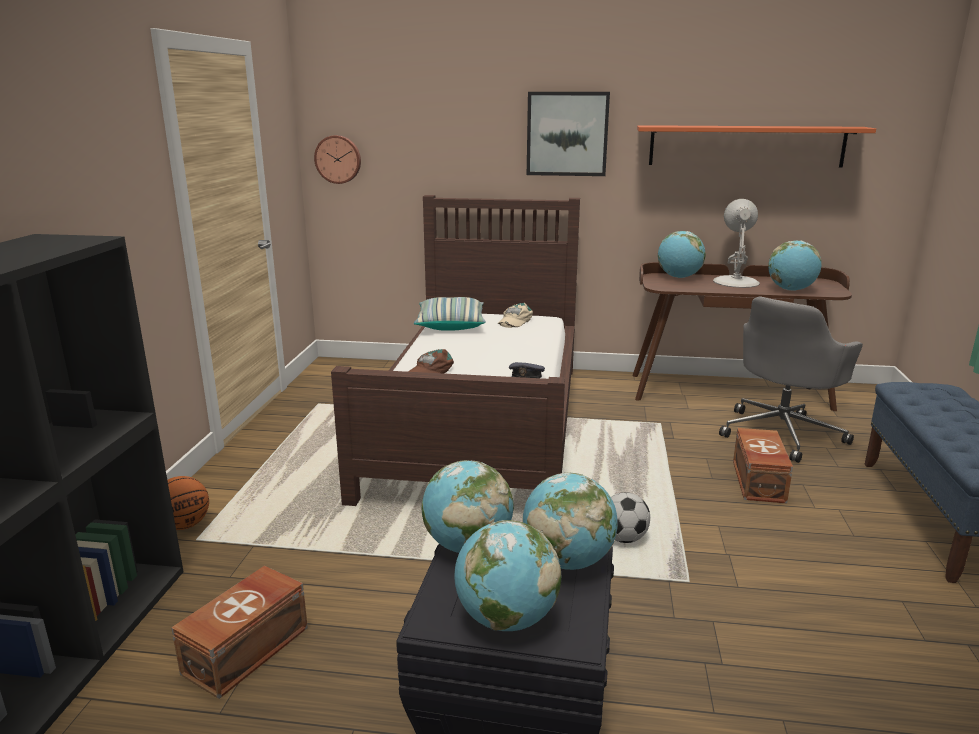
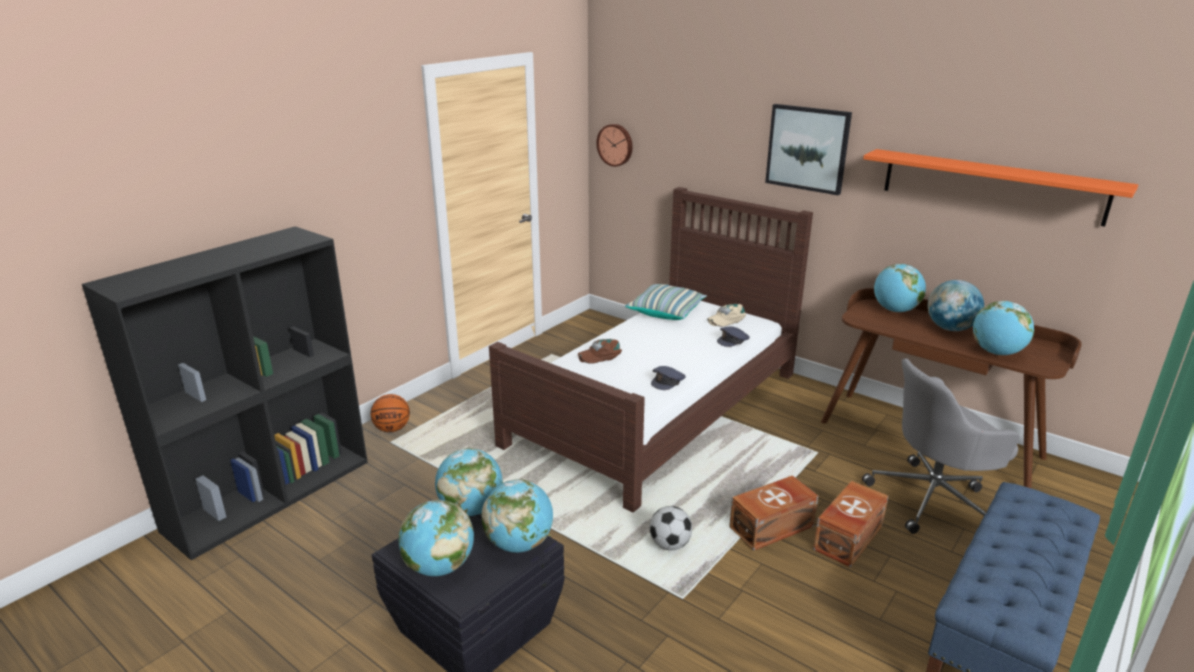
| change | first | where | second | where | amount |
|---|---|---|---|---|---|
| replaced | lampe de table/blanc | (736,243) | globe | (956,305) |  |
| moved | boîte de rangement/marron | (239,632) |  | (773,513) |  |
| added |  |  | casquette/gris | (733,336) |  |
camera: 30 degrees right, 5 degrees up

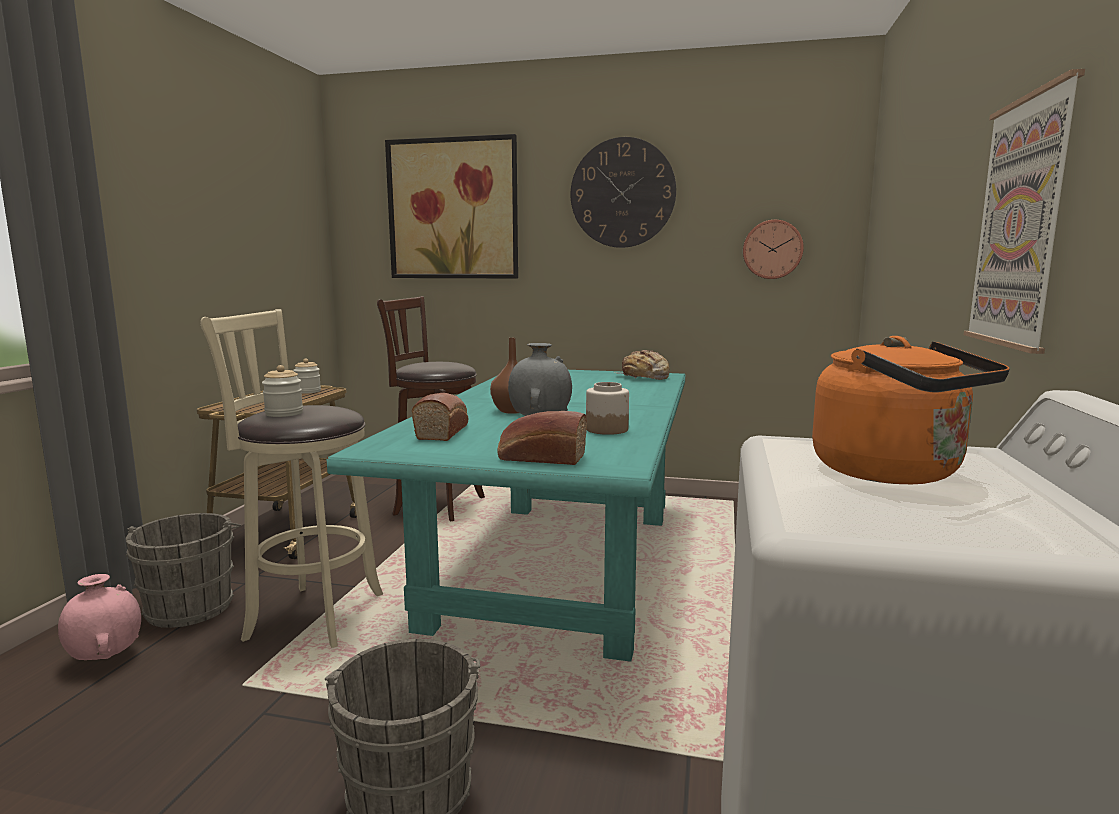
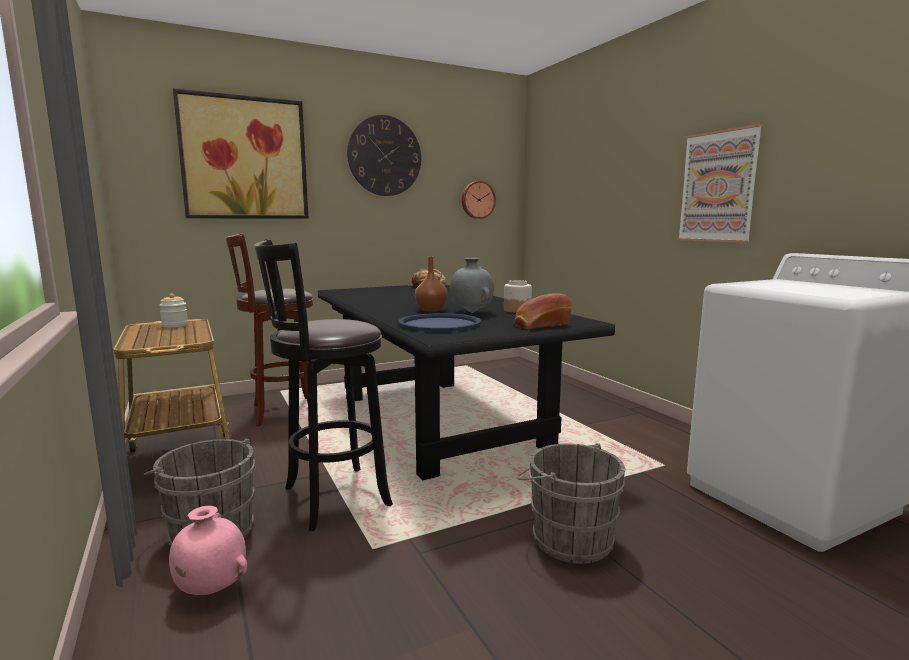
| change | first | where | second | where | amount |
|---|---|---|---|---|---|
| recoloured | tabouret/beige | (291,478) | tabouret/noir | (323,385) |  |
| removed | bouilloire/orange | (911,410) |  |  |  |
| removed | bocal | (282,391) |  |  |  |
| recoloured | table à manger/turquoise | (506,516) | table à manger/noir | (466,382) |  |
| replaced | pain | (440,417) | plateau/bleu | (439,322) |  |
camera: 40 degrees left, 0 degrees up

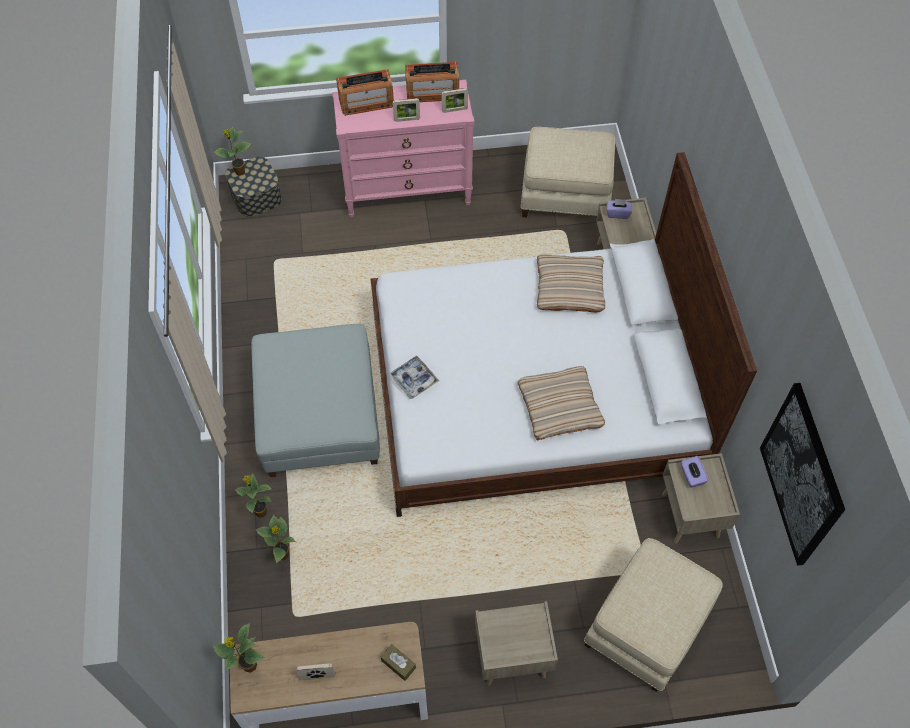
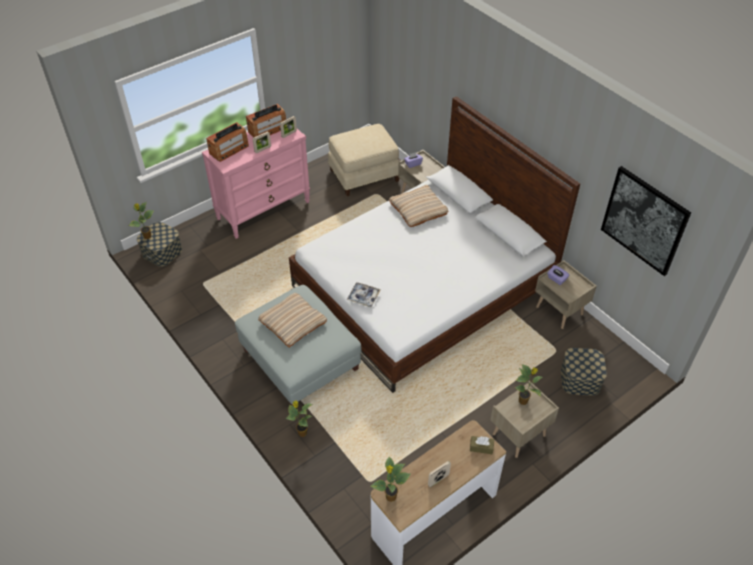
| change | first | where | second | where | amount |
|---|---|---|---|---|---|
| moved | coussin/beige | (561,403) |  | (292,320) |  |
| moved | plante en pot | (276,538) |  | (529,384) |  |
| replaced | pouf/beige | (653,615) | boîte de rangement | (584,372) |  |
camera: 30 degrees left, 10 degrees down

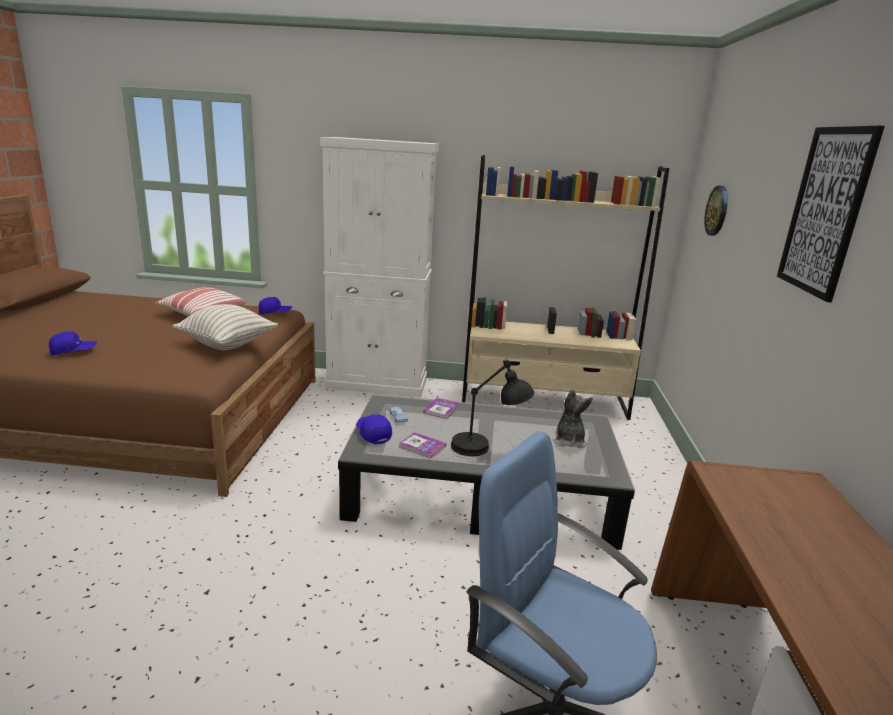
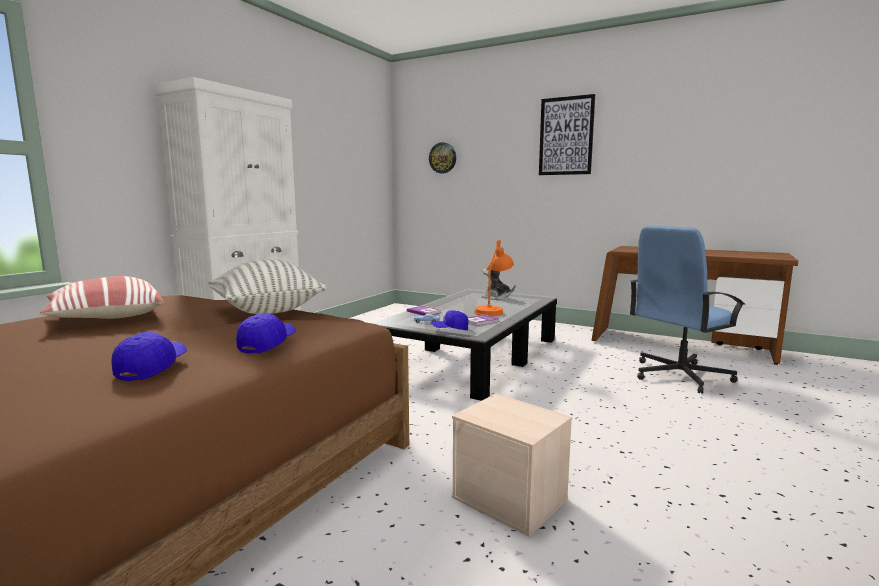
| change | first | where | second | where | amount |
|---|---|---|---|---|---|
| removed | bibliothèque/beige | (565,287) |  |  |  |
| moved | casquette/bleu | (276,305) |  | (266,333) |  |
| recoloured | lampe de table/noir | (492,408) | lampe de table/orange | (494,278) |  |
| added |  |  | boîte de rangement/beige | (512,465) |  |
camera: 65 degrees left, 10 degrees down

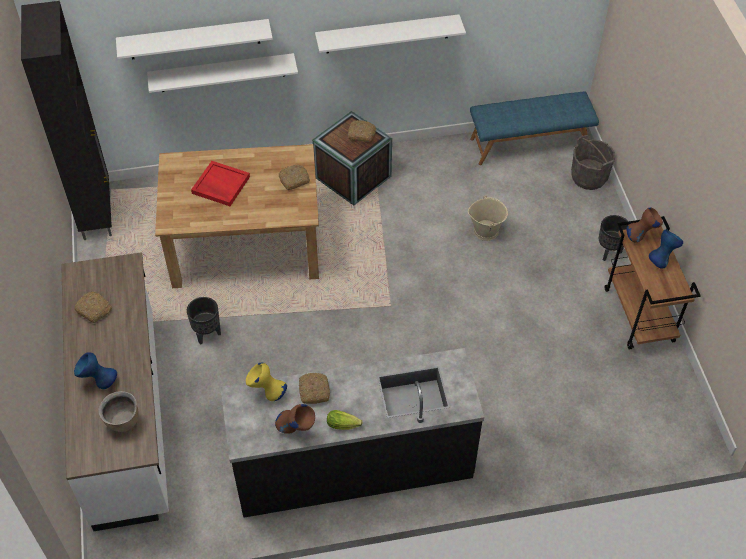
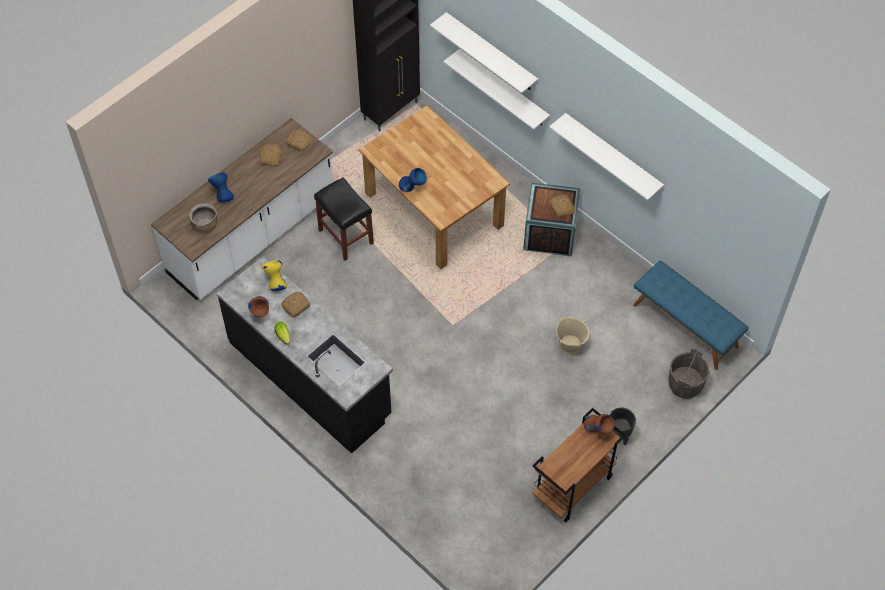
| change | first | where | second | where | amount |
|---|---|---|---|---|---|
| removed | plateau/rouge | (220,183) |  |  |  |
| moved | pain | (294,177) |  | (299,140) |  |
| moved | vase/bleu | (666,249) |  | (413,180) |  |
| replaced | cache-pot/noir | (204,321) | tabouret/noir | (344,219) |  |
camera: 55 degrees right, 5 degrees up

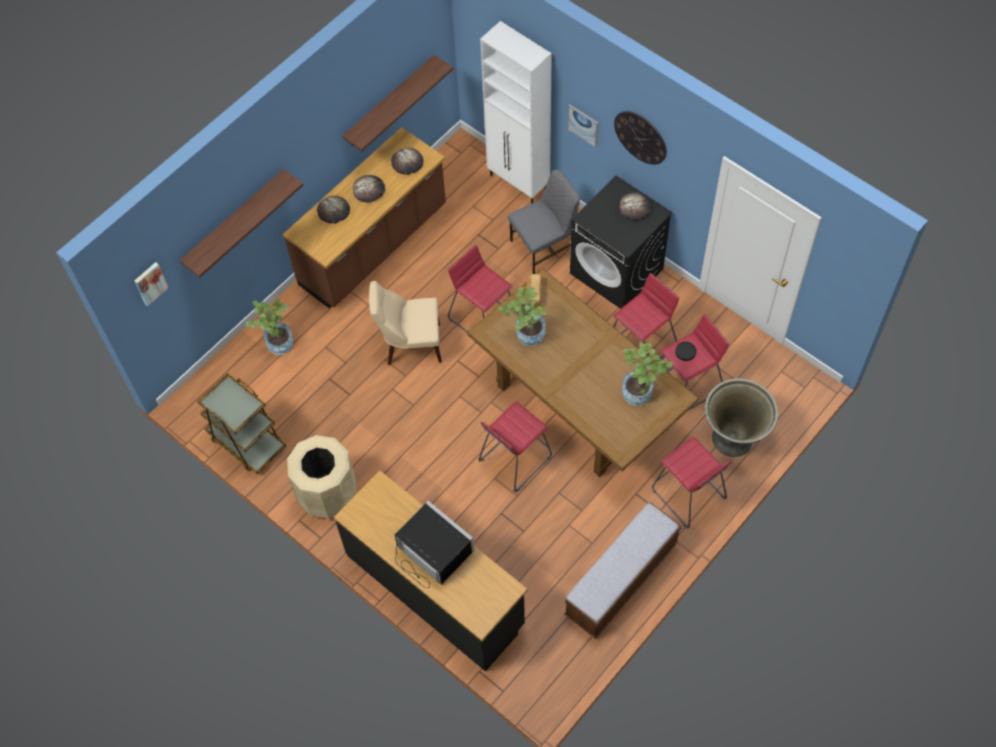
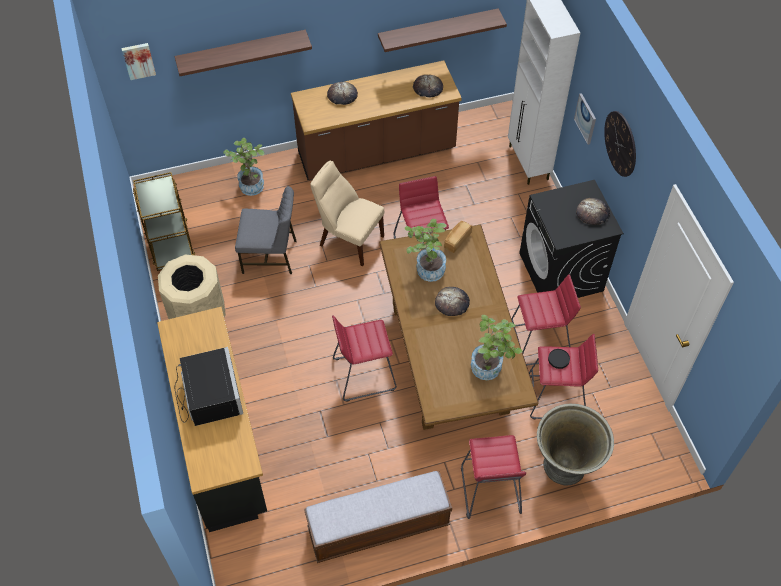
| change | first | where | second | where | amount |
|---|---|---|---|---|---|
| moved | chaise/gris | (544,222) |  | (266,230) |  |
| moved | pain | (369,188) |  | (452,301) |  |
camera: 30 degrees right, 5 degrees down

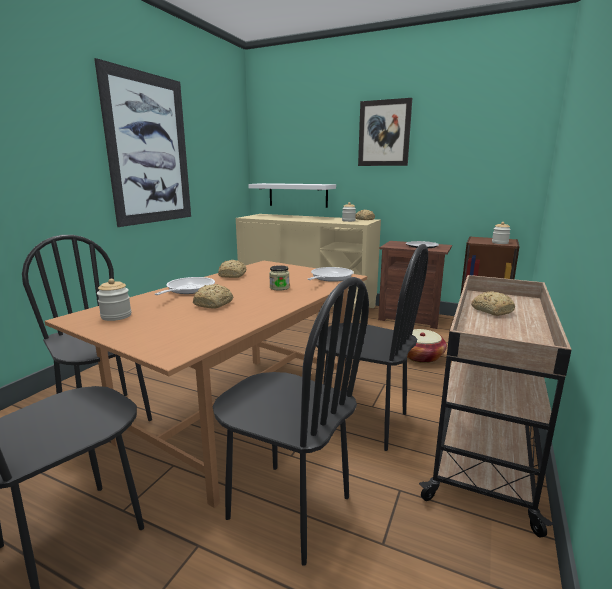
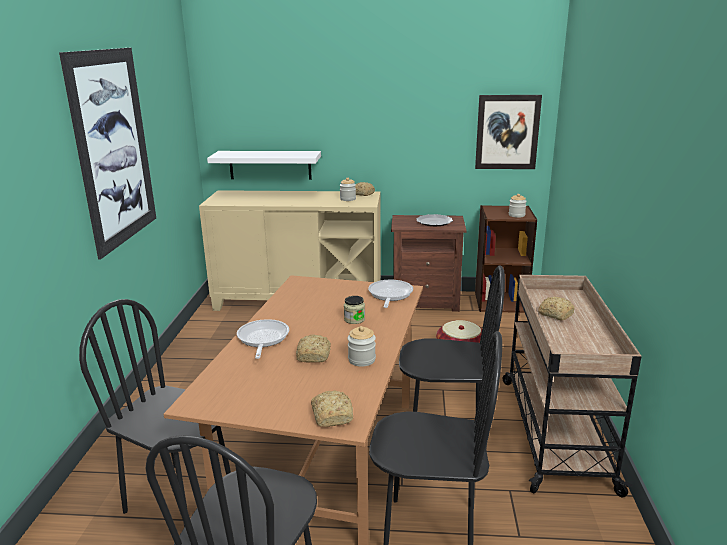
| change | first | where | second | where | amount |
|---|---|---|---|---|---|
| moved | tableau | (385,132) |  | (508,132) |  |
| moved | pain | (232,269) |  | (332,408) |  |
| moved | bocal | (114,300) |  | (362,346) |  |
camera: 20 degrees left, 5 degrees up

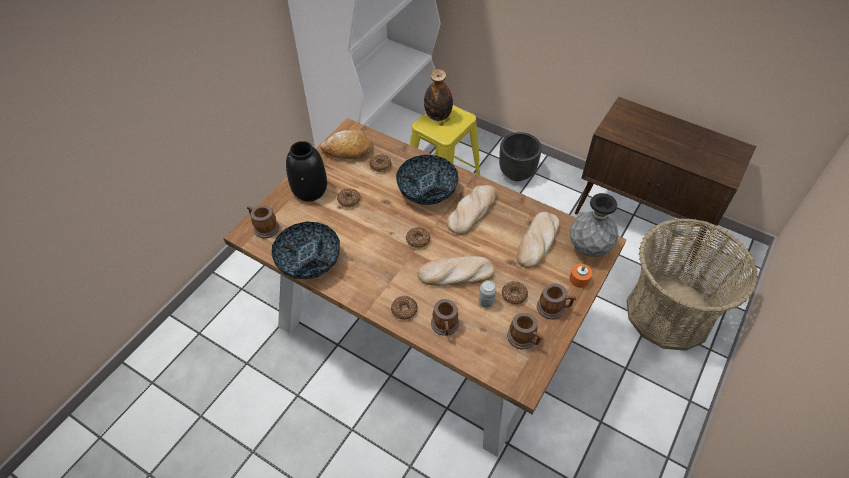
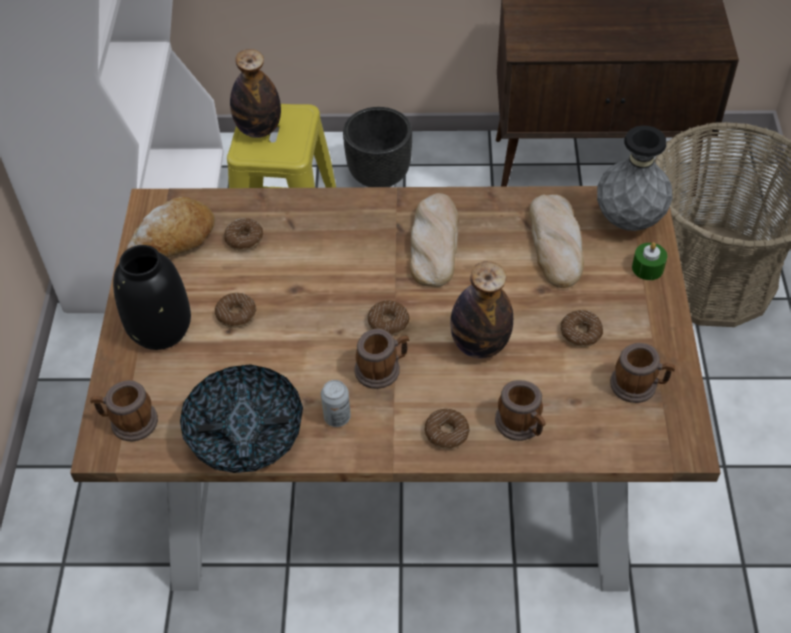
| change | first | where | second | where | amount |
|---|---|---|---|---|---|
| removed | bol | (427,180) |  |  |  |
| replaced | pain | (456,271) | bouteille | (481,310) |  |
| recoloured | bougie/orange | (580,276) | bougie/vert | (649,261) |  |
| moved | boîte métallique | (488,294) |  | (336,403) |  |
| moved | mug | (556,301) |  | (381,359) |  |
camera: 30 degrees left, 0 degrees up

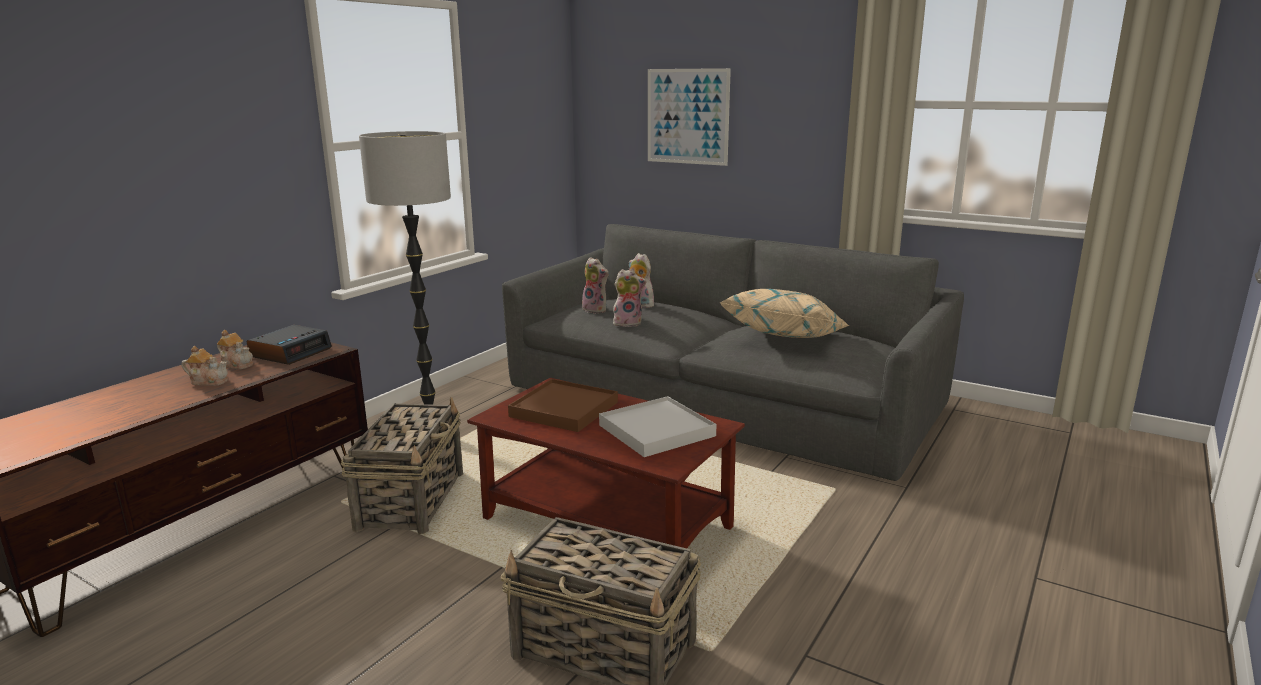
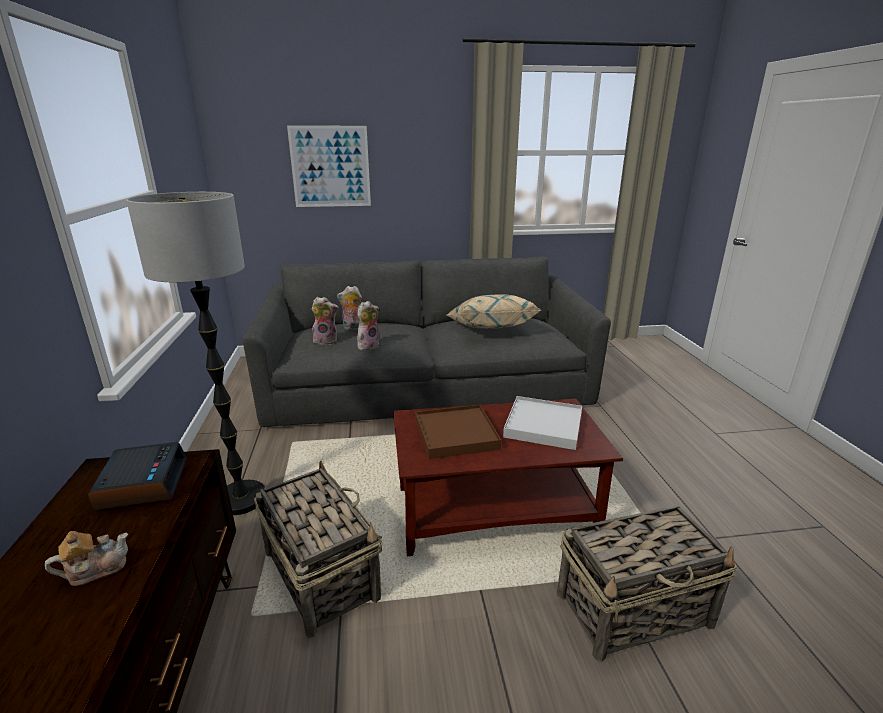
| change | first | where | second | where | amount |
|---|---|---|---|---|---|
| removed | théière | (235,349) |  |  |  |
camera: 40 degrees left, 5 degrees up

